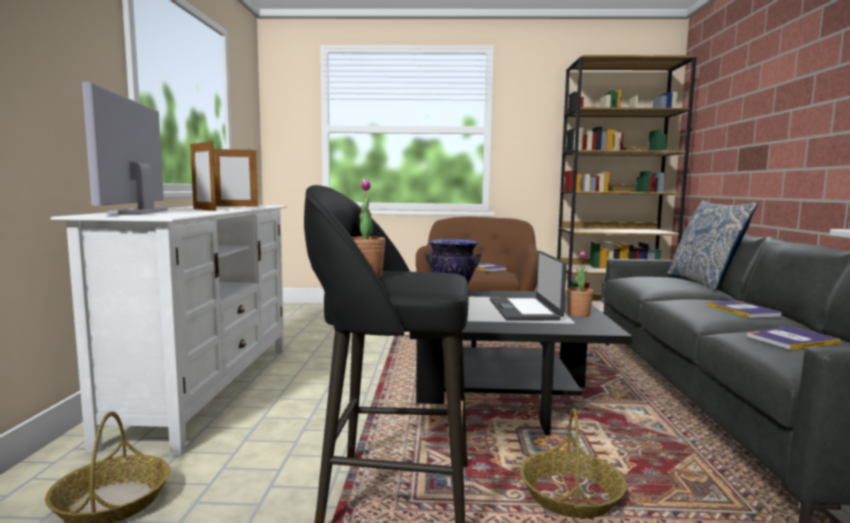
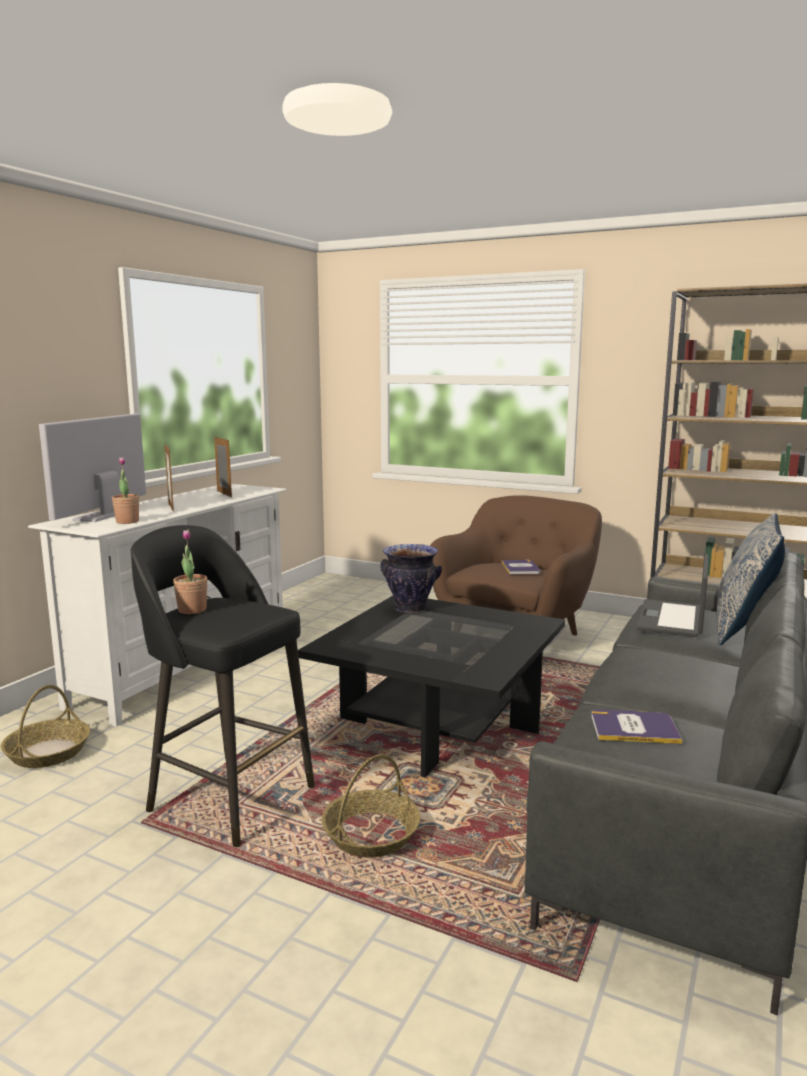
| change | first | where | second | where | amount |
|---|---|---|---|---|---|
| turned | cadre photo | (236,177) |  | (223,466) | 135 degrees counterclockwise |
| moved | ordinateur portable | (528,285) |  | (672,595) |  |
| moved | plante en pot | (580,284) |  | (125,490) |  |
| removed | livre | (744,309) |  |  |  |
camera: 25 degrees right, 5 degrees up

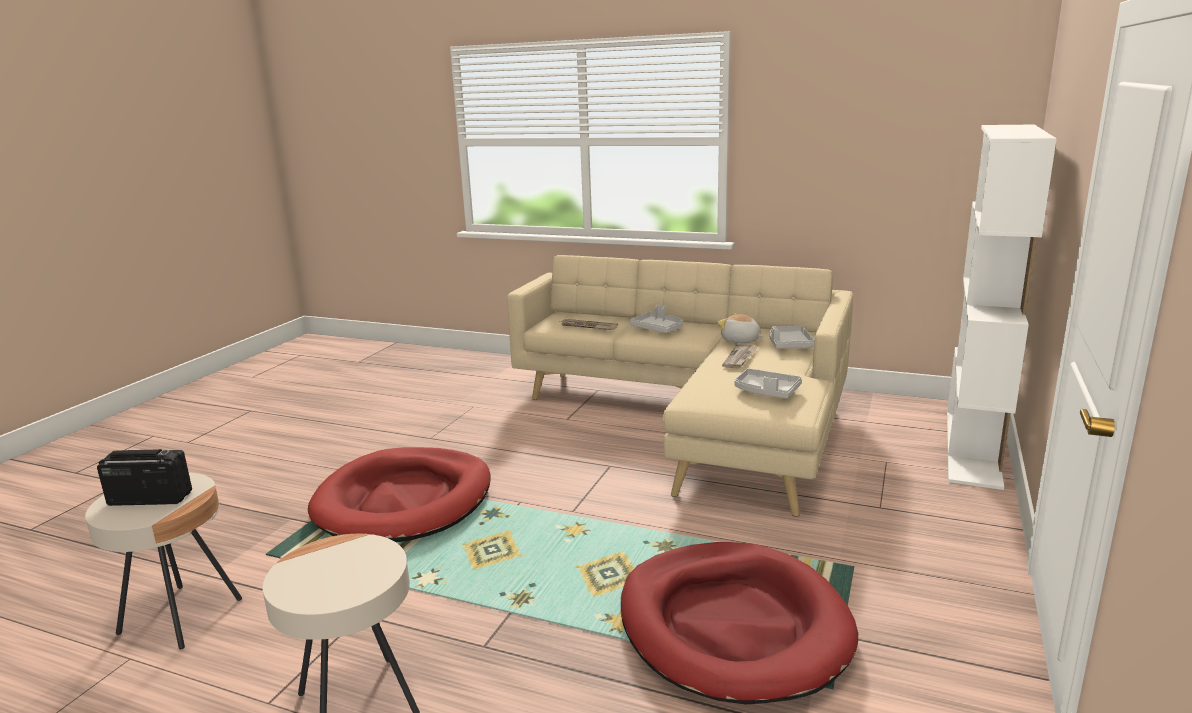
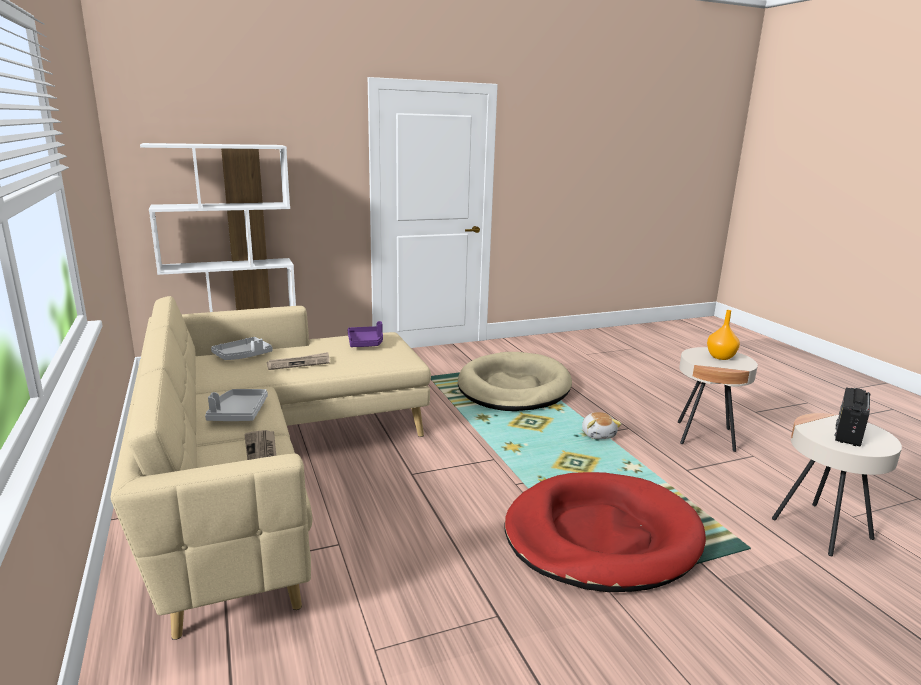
| change | first | where | second | where | amount |
|---|---|---|---|---|---|
| moved | peluche | (741,328) |  | (602,425) |  |
| recoloured | plateau/gris | (768,383) | plateau/violet | (365,334) |  |
| turned | radio | (144,477) |  | (852,417) | 75 degrees clockwise |
| recoloured | panier pour chien/rouge | (739,623) | panier pour chien/beige | (515,381) |  |
| added |  |  | vase/orange | (723,335) |  |
camera: 135 degrees left, 0 degrees up

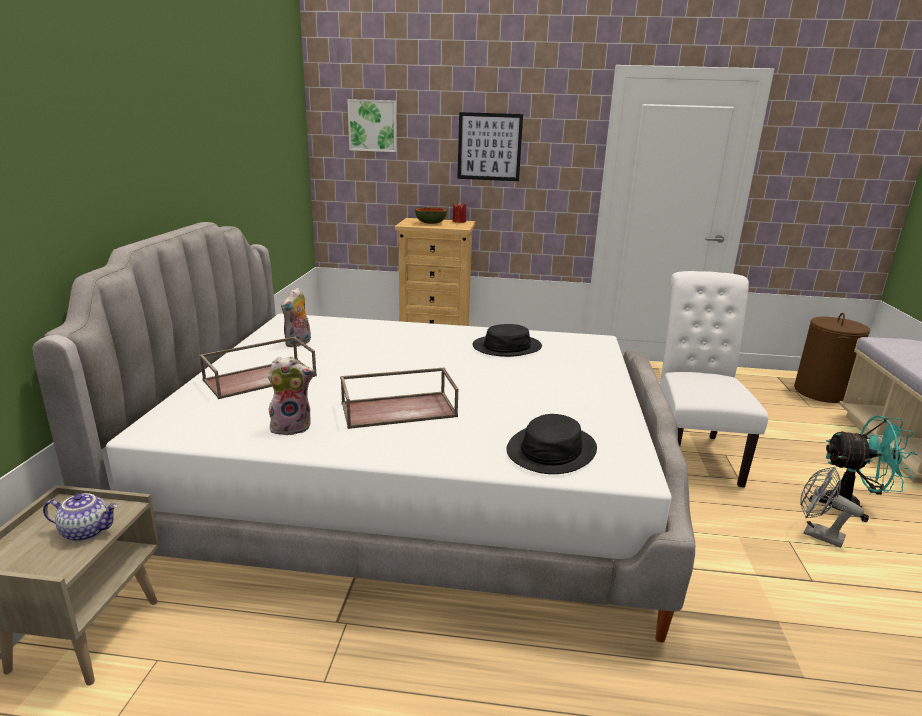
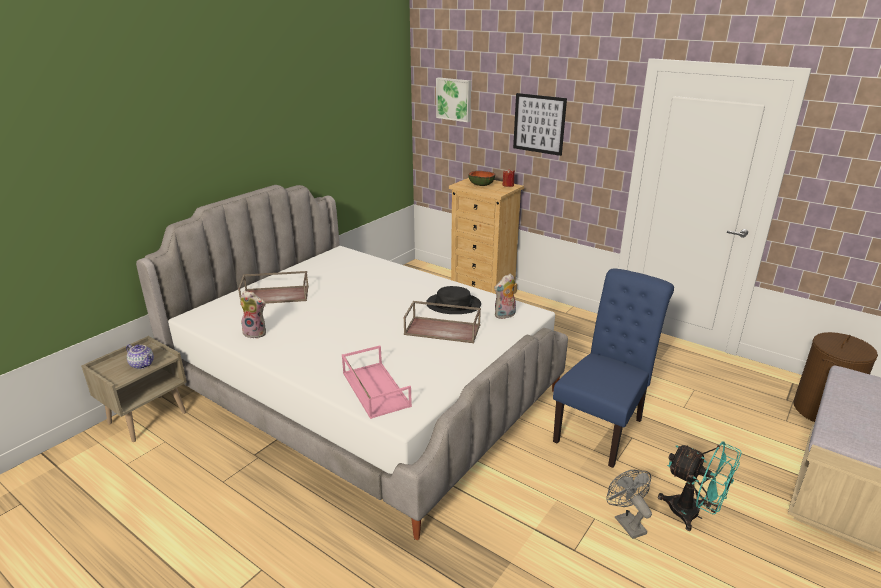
| change | first | where | second | where | amount |
|---|---|---|---|---|---|
| recoloured | chaise/blanc | (714,379) | chaise/bleu | (613,368) |  |
| moved | peluche | (296,317) |  | (505,296) |  |
| moved | plateau/marron | (399,398) |  | (442,322) |  |
| replaced | chapeau/noir | (552,444) | plateau/rose | (377,382) |  |
camera: 30 degrees right, 5 degrees up

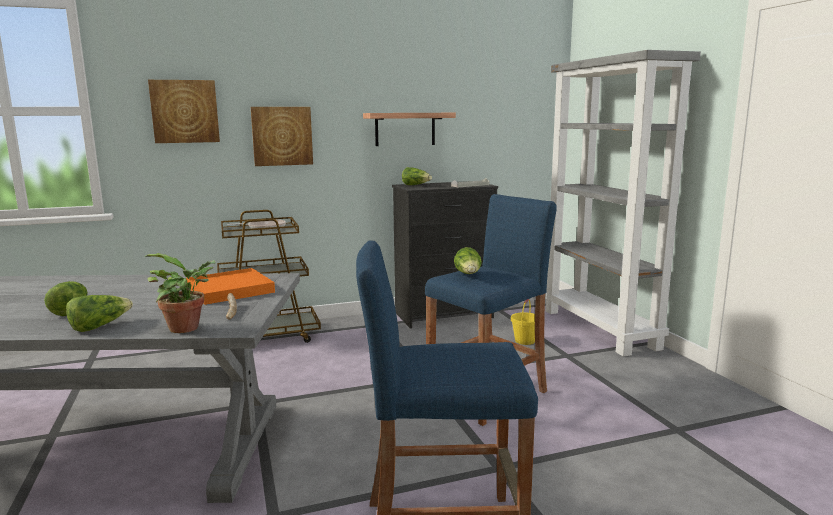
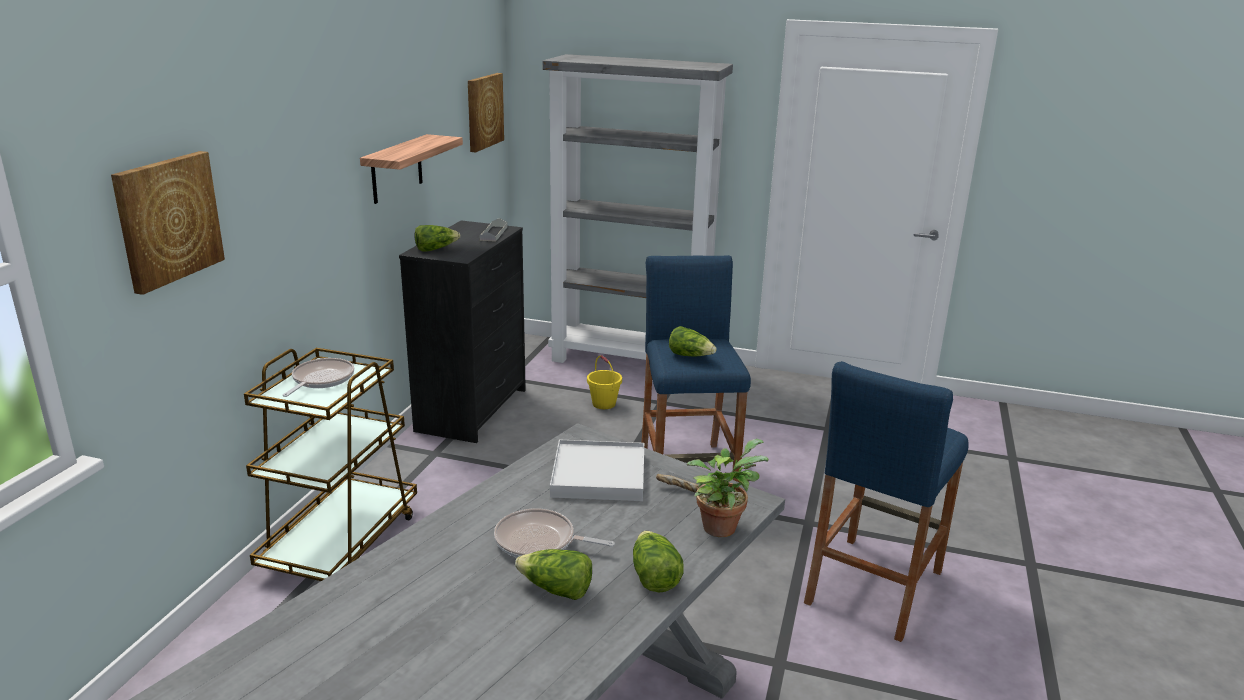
| change | first | where | second | where | amount |
|---|---|---|---|---|---|
| moved | tableau | (282,136) |  | (486,112) |  |
| recoloured | plateau/orange | (230,286) | plateau/blanc | (597,470) |  |
| added |  |  | poêle | (554,532) |  |
camera: 55 degrees left, 10 degrees up

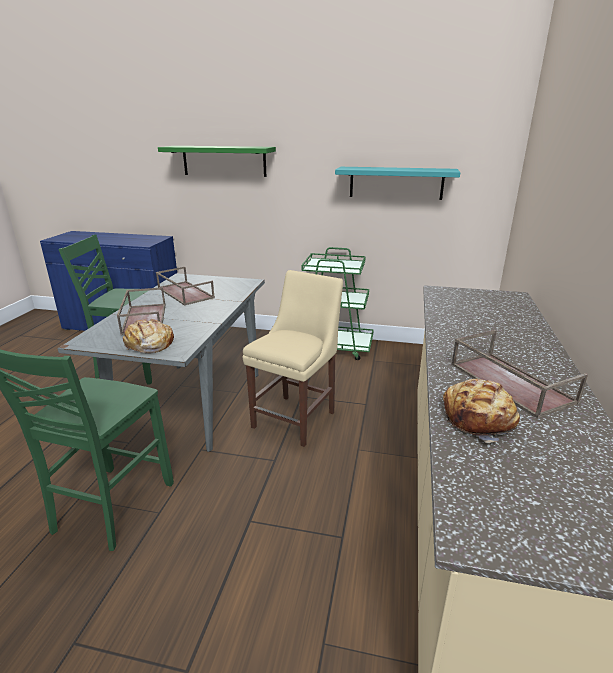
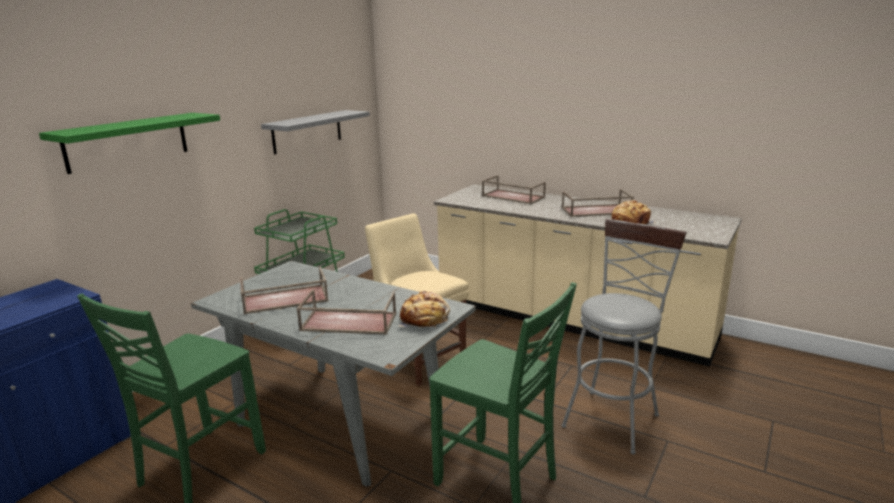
| change | first | where | second | where | amount |
|---|---|---|---|---|---|
| recoloured | étagère/turquoise | (398,183) | étagère/gris | (315,132) |  |
| added |  |  | plateau/marron | (514,189) |  |
| added |  |  | tabouret/gris | (624,337) |  |
camera: 70 degrees left, 5 degrees down

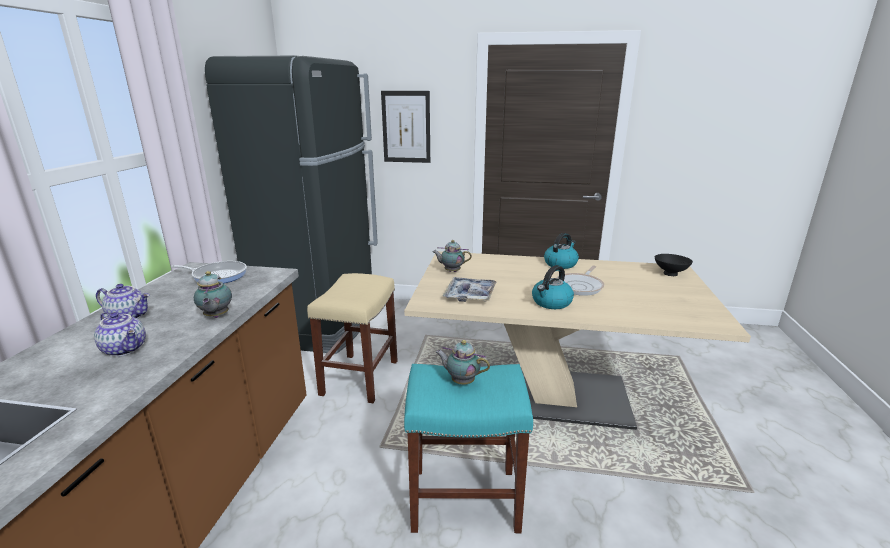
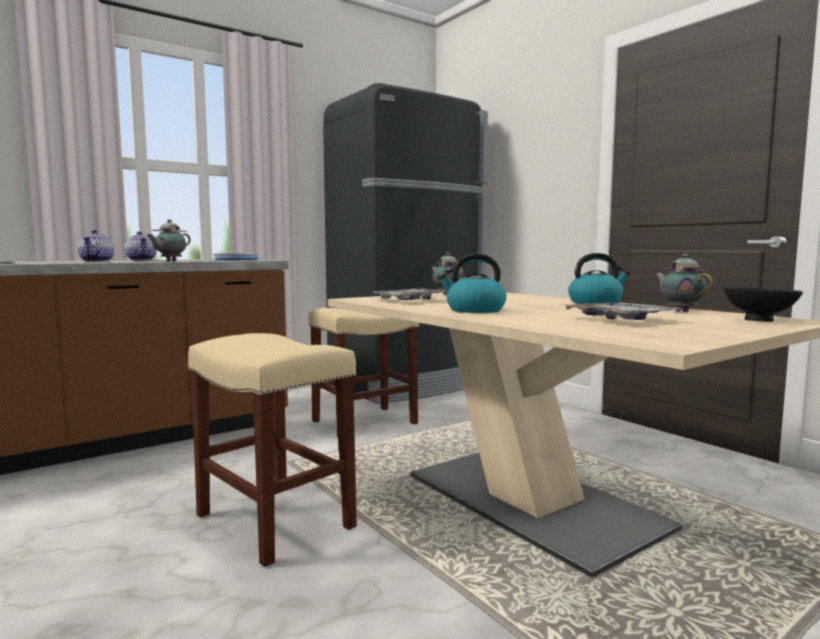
| change | first | where | second | where | amount |
|---|---|---|---|---|---|
| removed | tableau | (405,127) |  |  |  |
| removed | poêle | (580,281) |  |  |  |
| moved | théière | (463,362) |  | (684,283) |  |
| recoloured | tabouret/turquoise | (468,448) | tabouret/beige | (272,450) |  |
| added |  |  | plateau | (622,311) |  |
camera: 45 degrees right, 15 degrees down

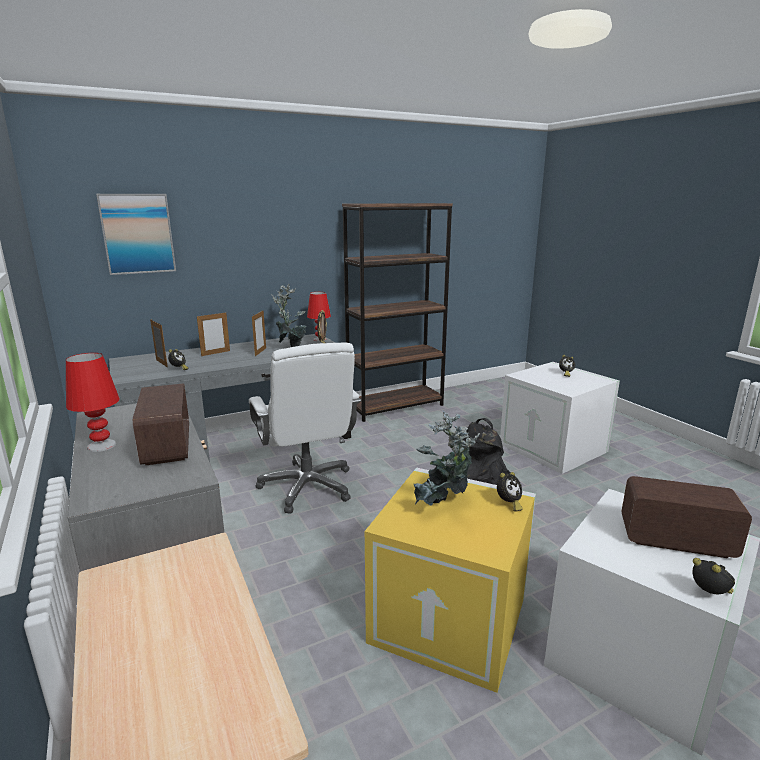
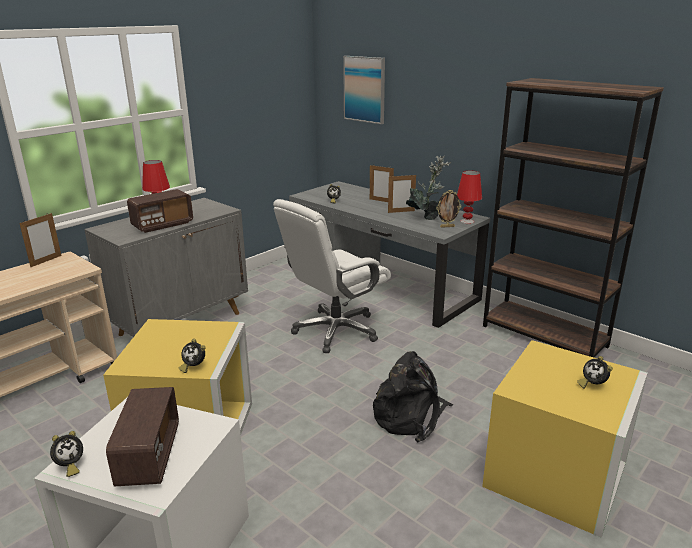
| change | first | where | second | where | amount |
|---|---|---|---|---|---|
| moved | cadre photo | (159,343) |  | (40,240) |  |
| recoloured | boîte de rangement/blanc | (560,418) | boîte de rangement/jaune | (565,439) |  |
| removed | plante en pot | (446,458) |  |  |  |
camera: 70 degrees right, 5 degrees up

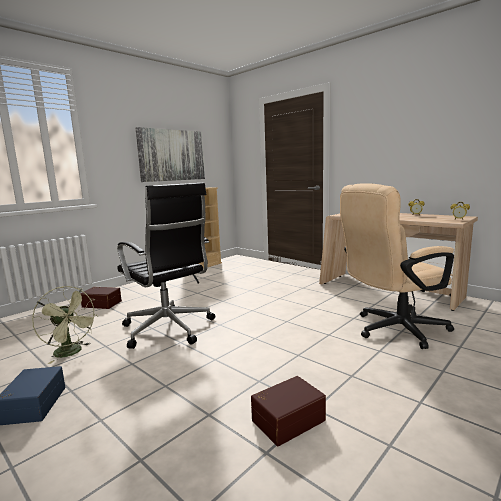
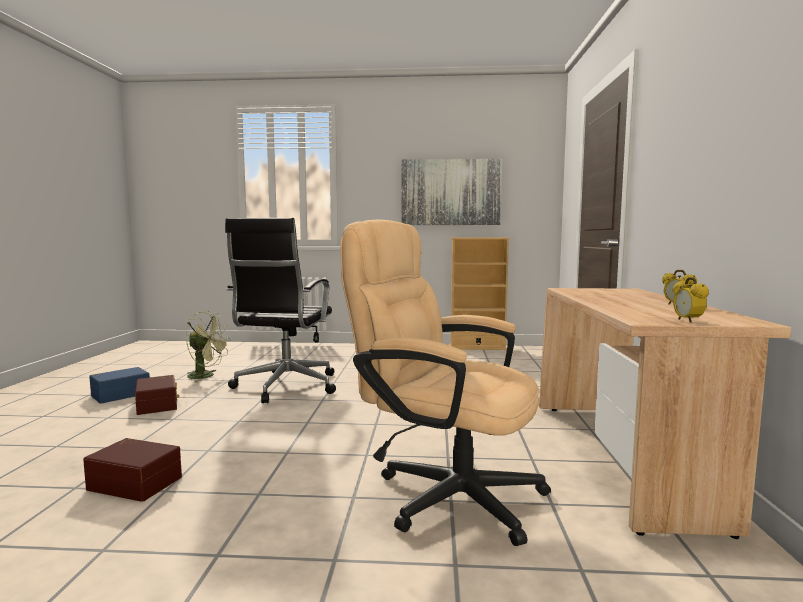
| change | first | where | second | where | amount |
|---|---|---|---|---|---|
| turned | ventilateur/vert | (65,325) |  | (208,346) | 75 degrees counterclockwise |
| moved | boîte de rangement/marron | (101,298) |  | (157,395) |  |
camera: 50 degrees right, 5 degrees down

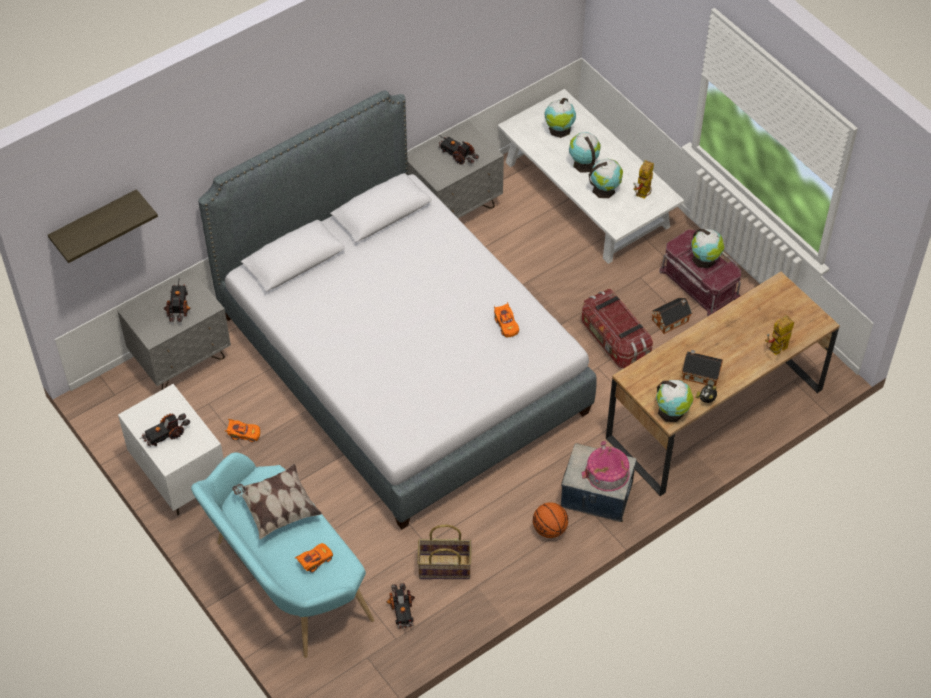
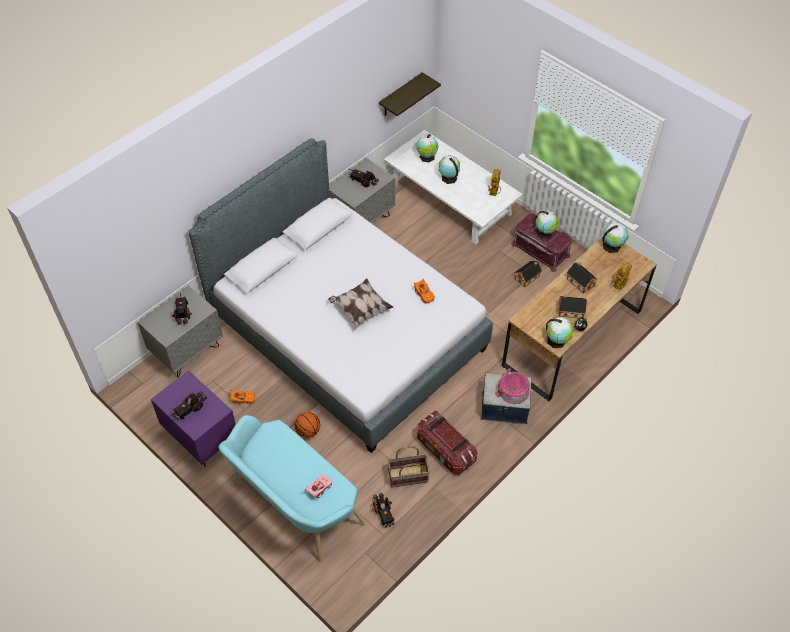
| change | first | where | second | where | amount |
|---|---|---|---|---|---|
| moved | globe | (606,178) |  | (615,237) |  |
| moved | étagère | (103,226) |  | (410,94) |  |
| moved | boîte de rangement | (617,328) |  | (447,443) |  |
| recoloured | table de chevet/blanc | (171,450) | table de chevet/violet | (193,418) |  |
| moved | coussin | (277,501) |  | (360,303) |  |
| moved | ballon de basket | (550,520) |  | (307,425) |  |
| recoloured | petite voiture/orange | (314,558) | petite voiture/rose | (318,486) |  |
| added |  |  | maison miniature | (582,278) |  |
camera: 10 degrees left, 0 degrees up

